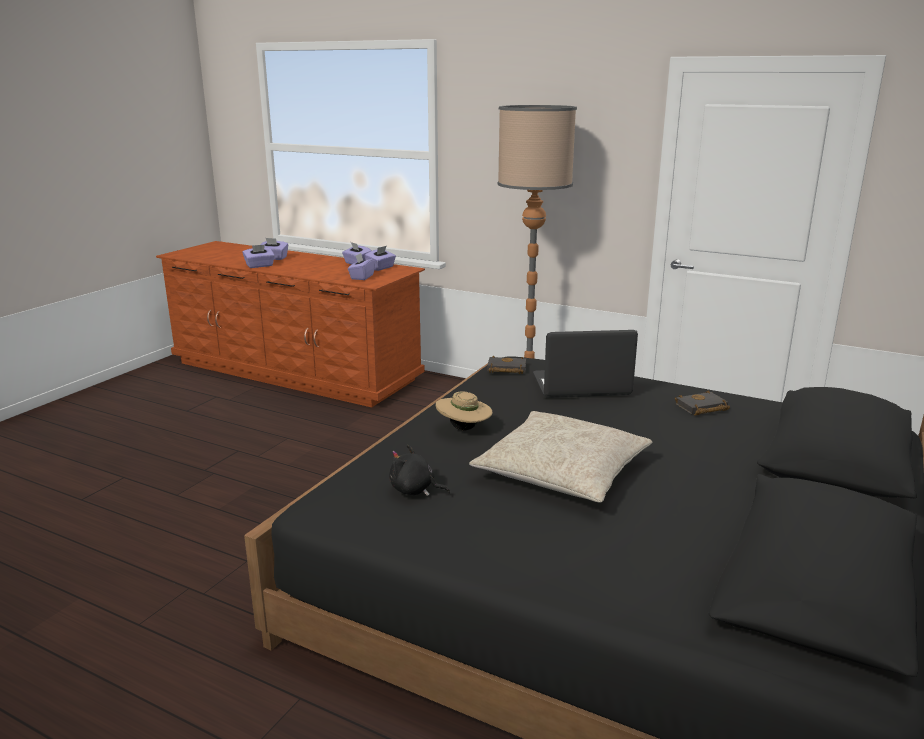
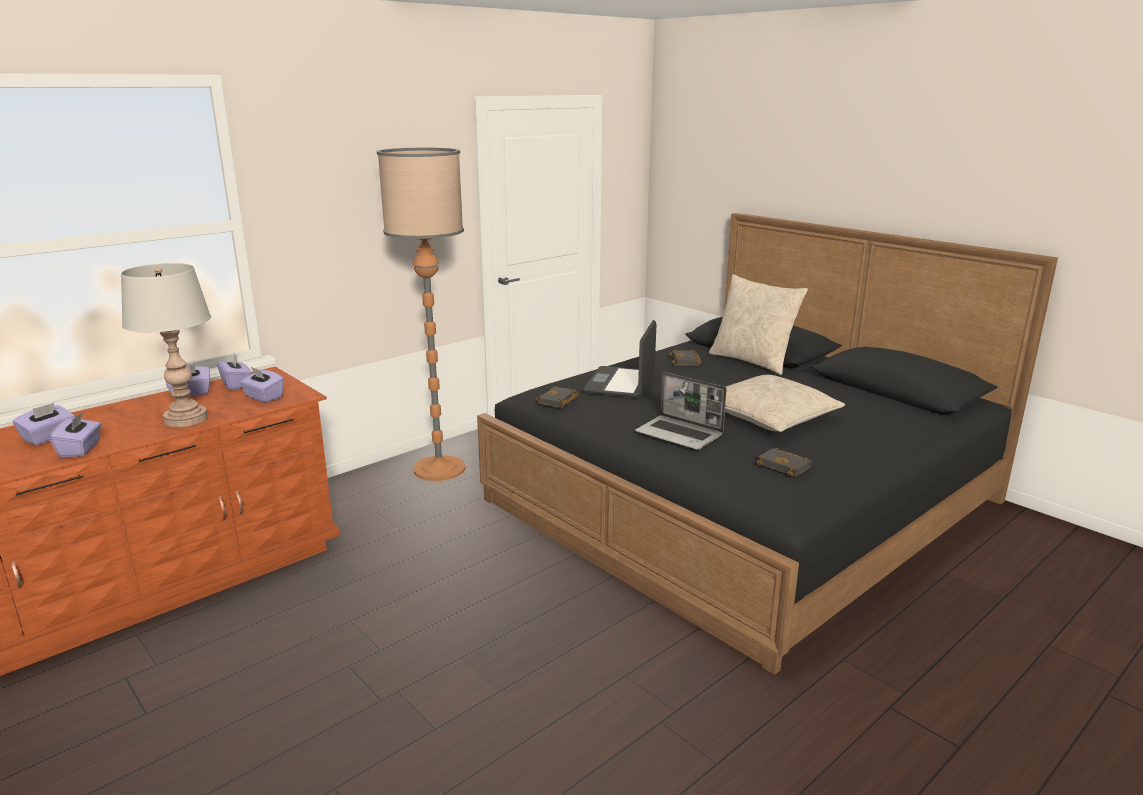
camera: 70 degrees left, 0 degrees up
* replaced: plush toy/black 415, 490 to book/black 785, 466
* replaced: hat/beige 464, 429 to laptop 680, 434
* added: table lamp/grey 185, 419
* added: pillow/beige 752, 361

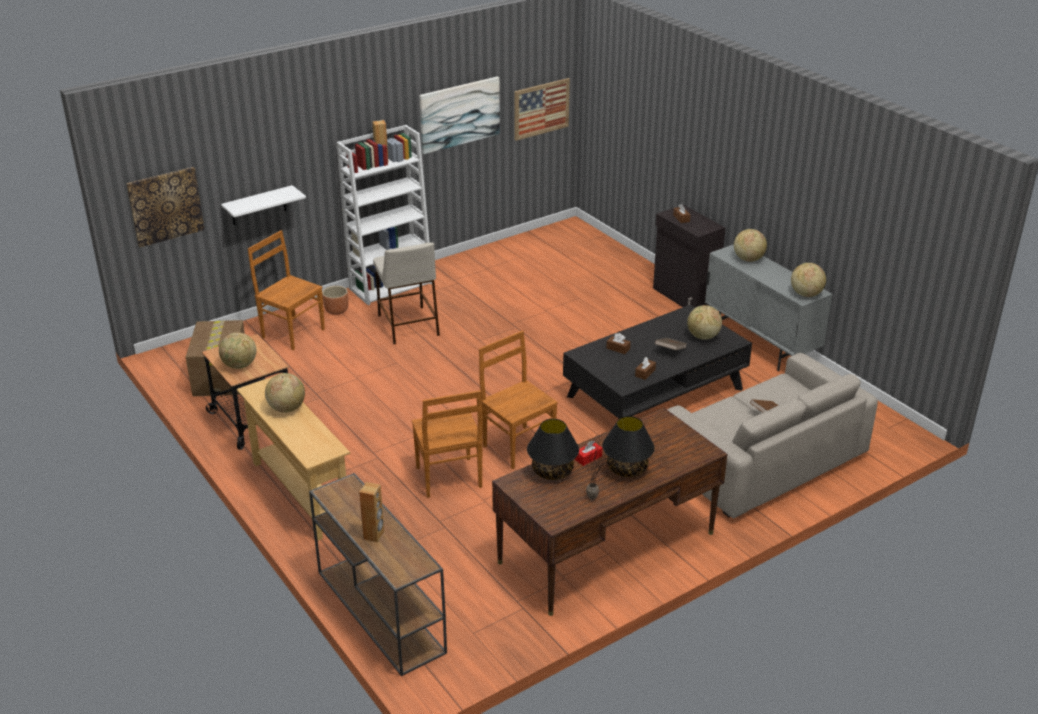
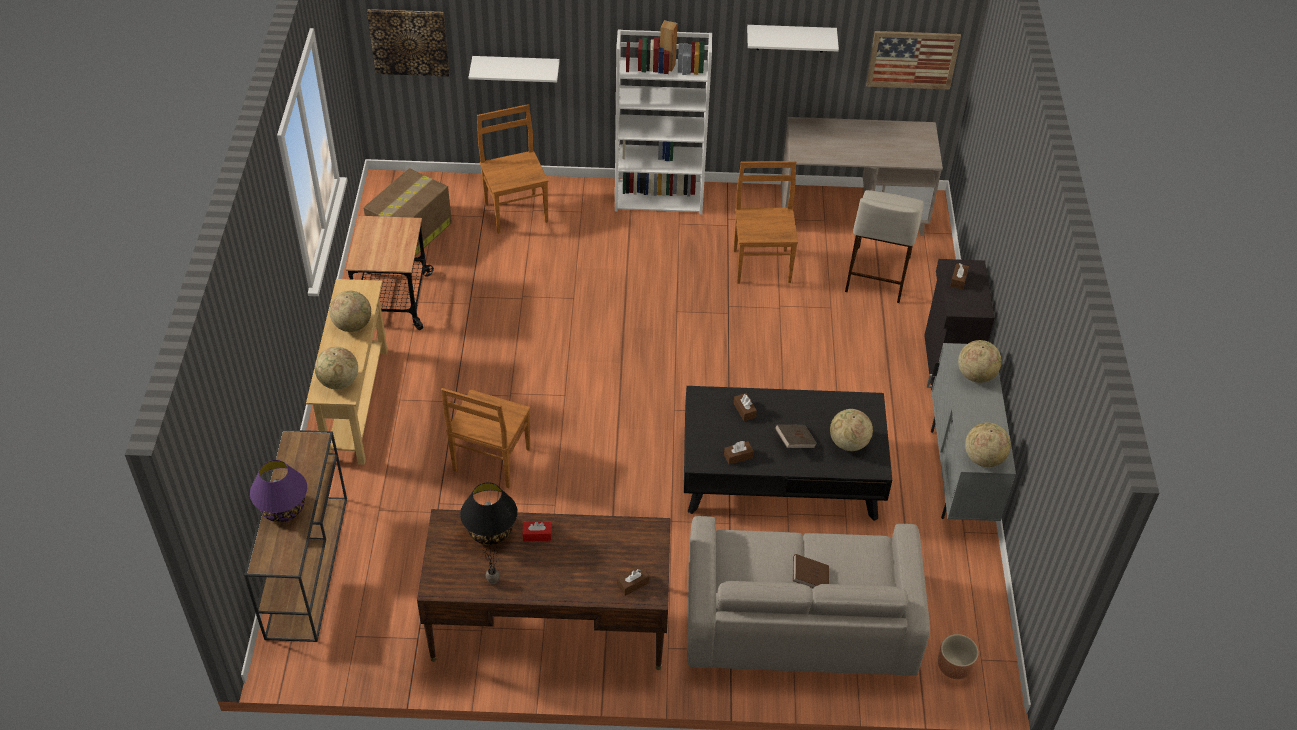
camera: 35 degrees right, 15 degrees up
* moved: globe 240, 366 to 339, 382
* moved: planter/brown 336, 311 to 953, 667
* replaced: speaker/brown 374, 535 to table lamp/purple 283, 508
* moved: stool/beige 407, 325 to 877, 273
* replaced: picture 459, 114 to shelf/white 790, 38
* moved: chair/brown 517, 446 to 761, 265
* removed: table lamp/black 627, 469
* added: tissue box/brown 633, 584
* added: desk/beige 853, 210

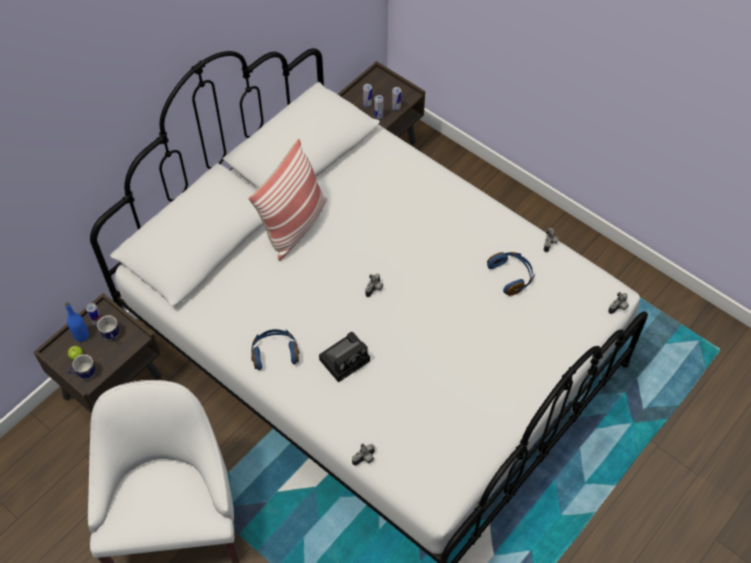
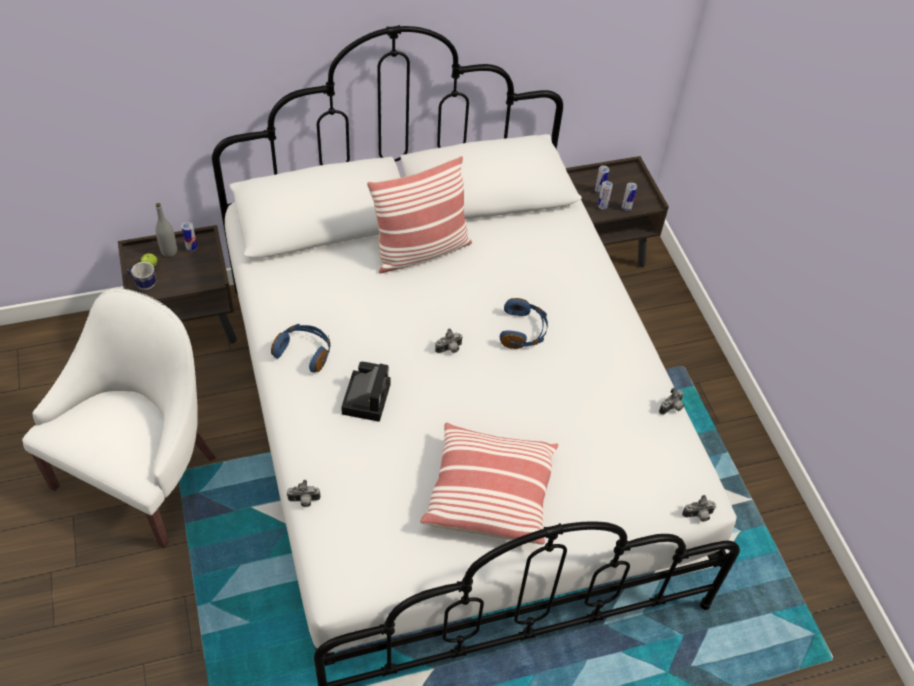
camera: 30 degrees right, 5 degrees down
* recoloured: bottle/blue 81, 336 to bottle/grey 169, 251
* removed: mug 112, 336
* turned: photo camera 346, 359 = 366, 397 75 degrees counterclockwise
* moved: headphones/blue 511, 276 to 523, 331
* added: pillow 489, 493

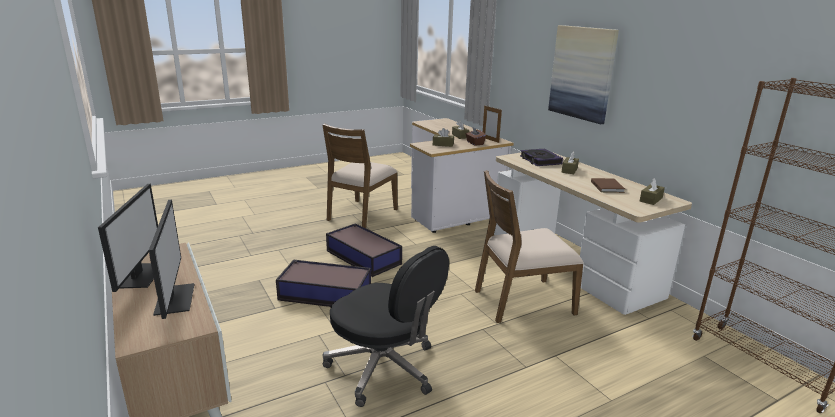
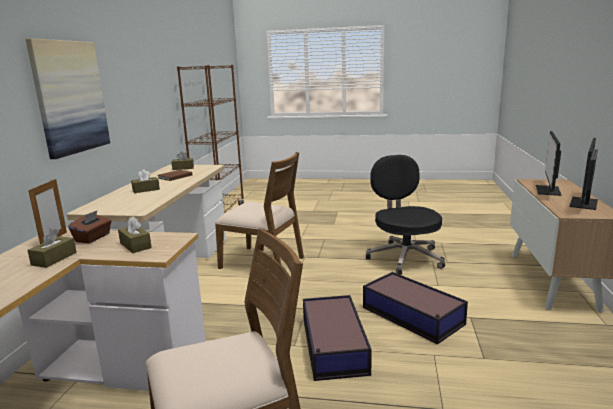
camera: 140 degrees left, 5 degrees down
* removed: book 540, 160

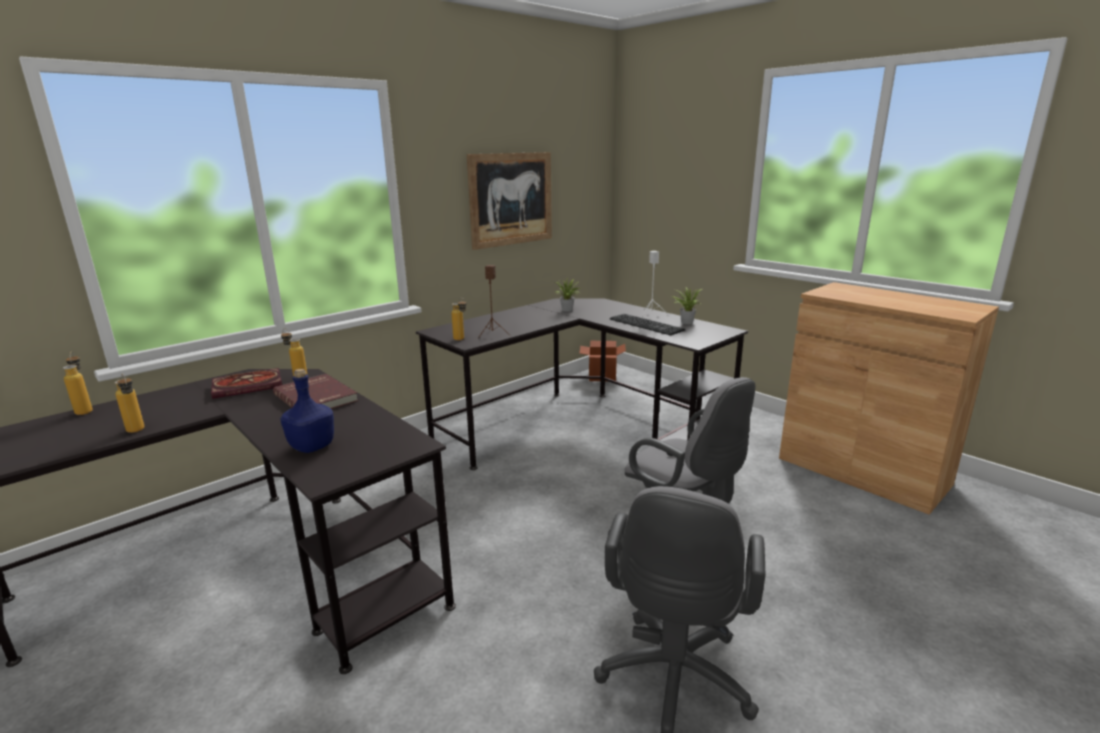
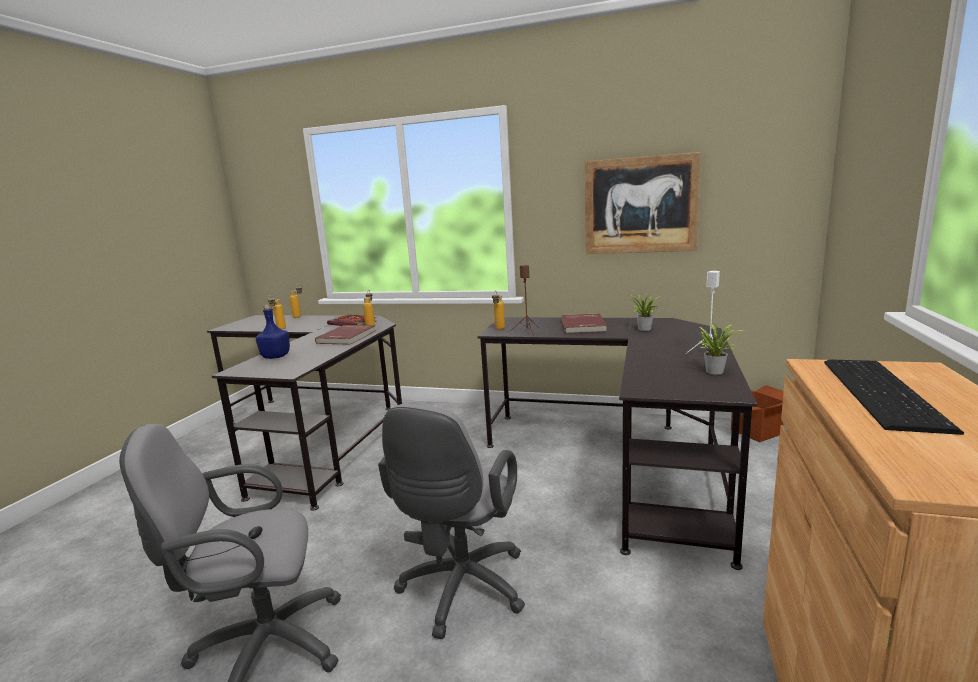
camera: 60 degrees right, 5 degrees down
* moved: keyboard 646, 324 to 884, 392
* added: book/red 584, 326

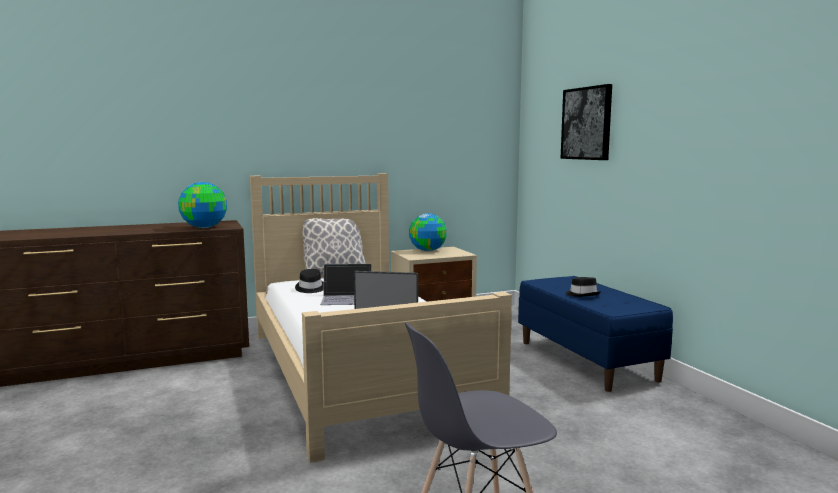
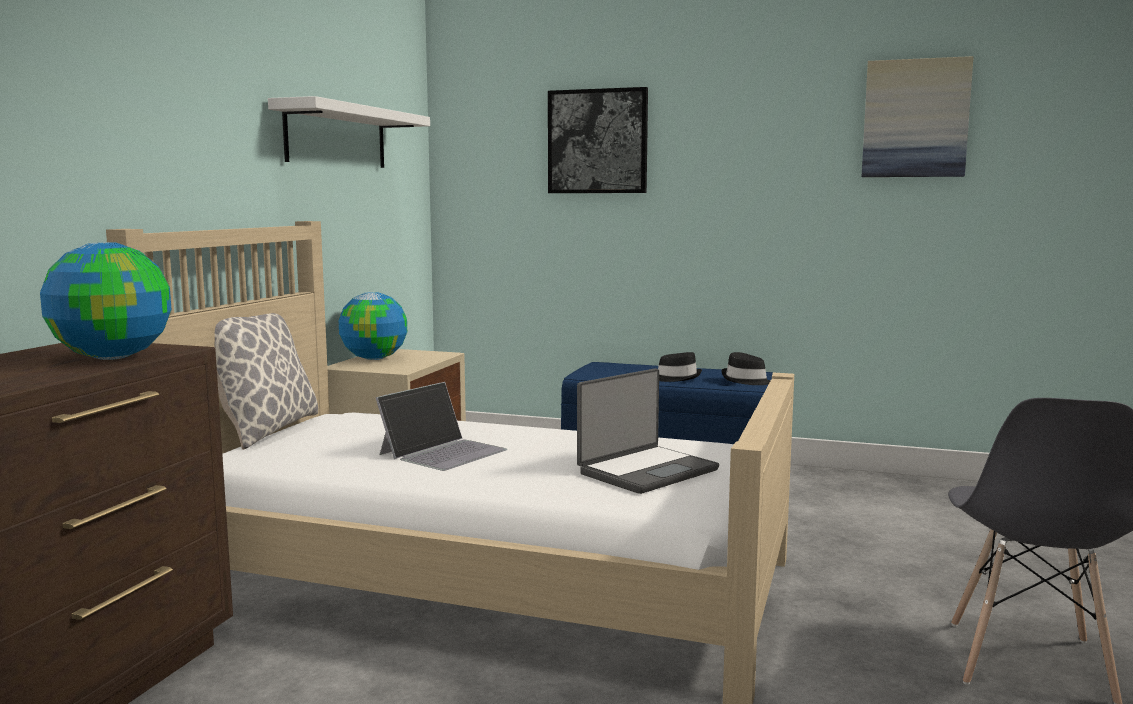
camera: 50 degrees left, 0 degrees up
* moved: hat/black 310, 288 to 746, 380
* added: shelf/white 337, 137
* added: picture 915, 119

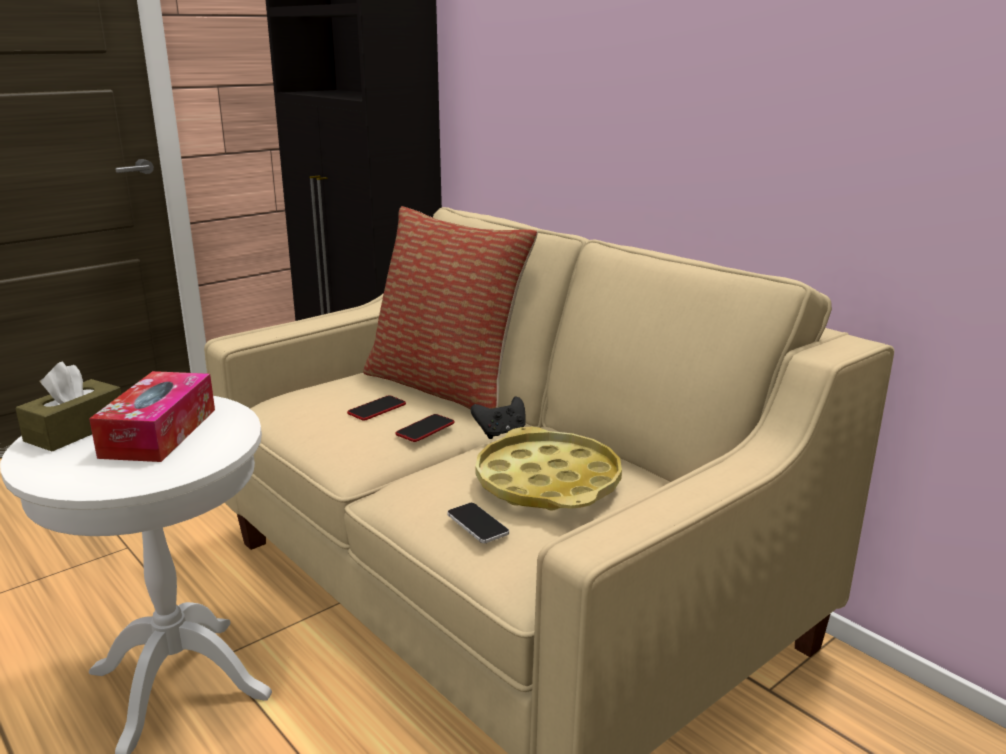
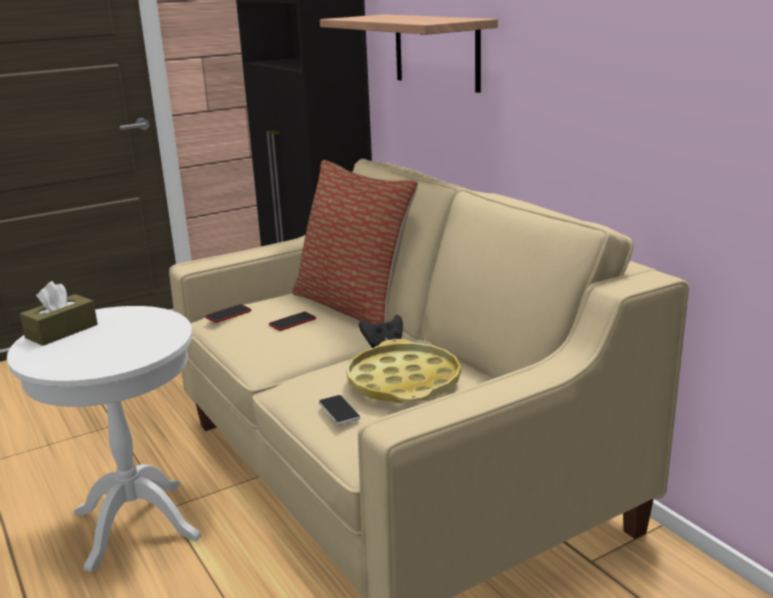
camera: 10 degrees right, 0 degrees up
* removed: tissue box 159, 432
* moved: phone 425, 429 to 228, 314
* added: shelf 436, 51

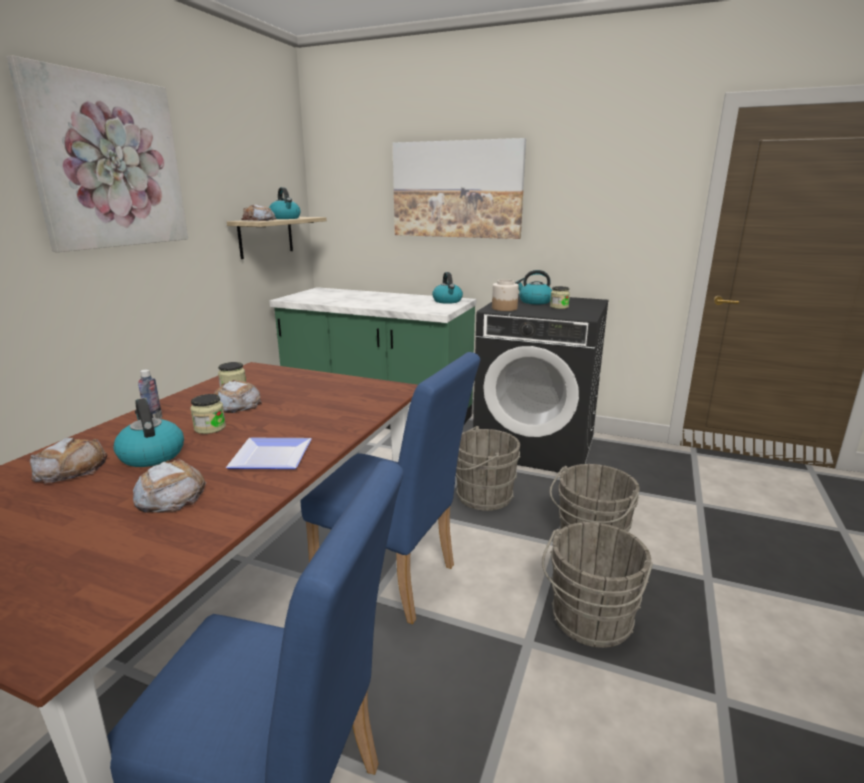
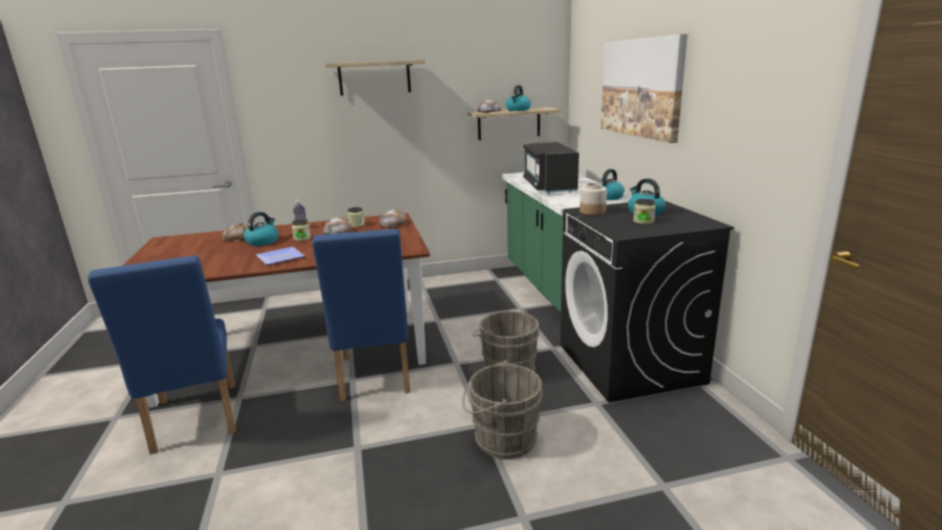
camera: 55 degrees right, 0 degrees up
* replaced: picture 109, 163 to shelf 374, 78
* moved: bread 170, 495 to 393, 223
* removed: bucket/grey 589, 622
* added: microwave/black 549, 186

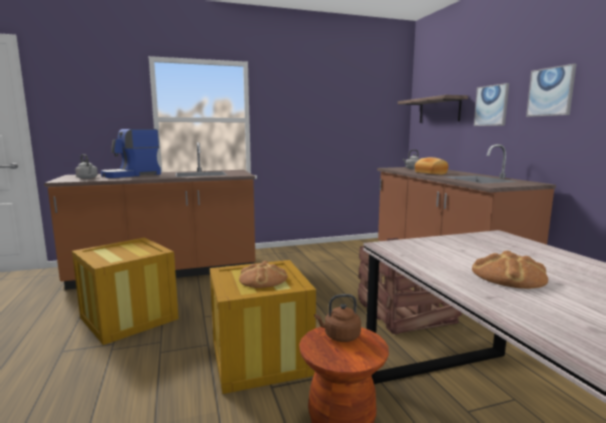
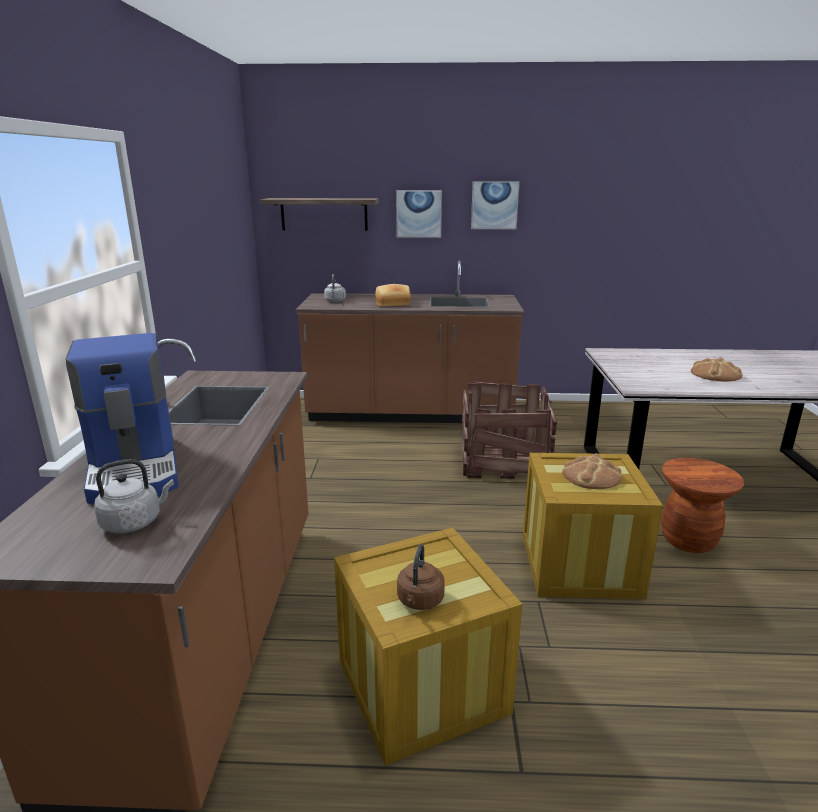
camera: 70 degrees left, 10 degrees up
* moved: kettle/brown 340, 336 to 419, 601

